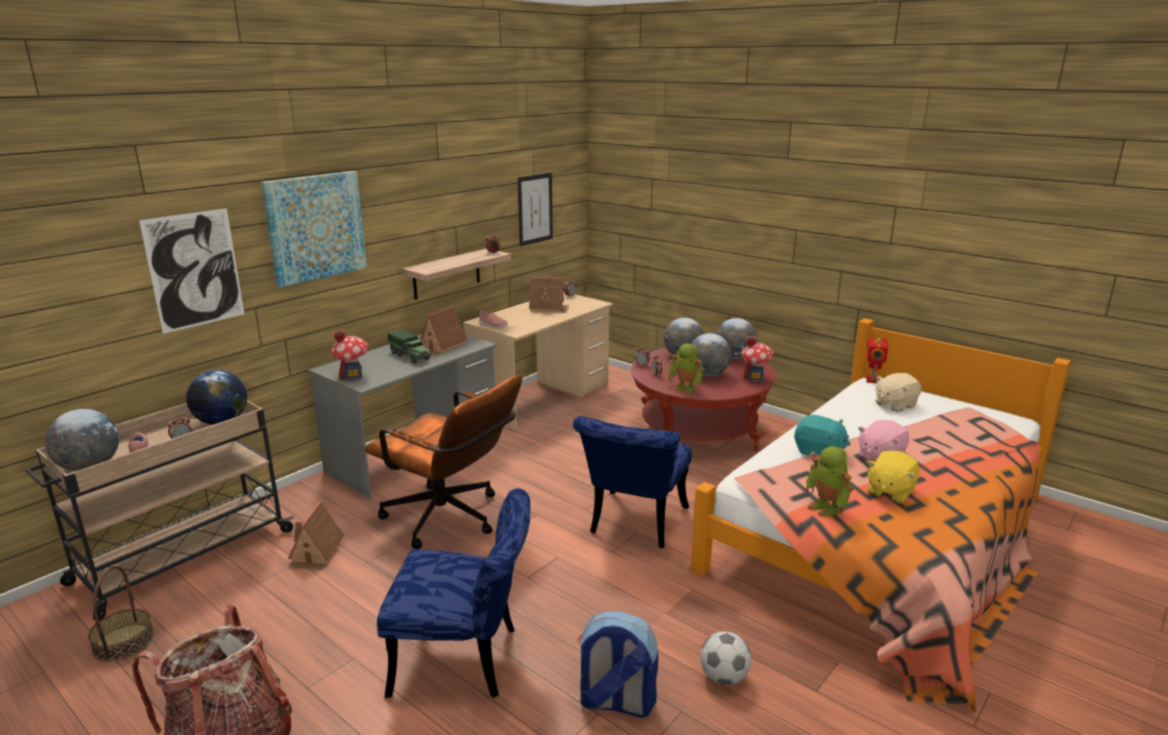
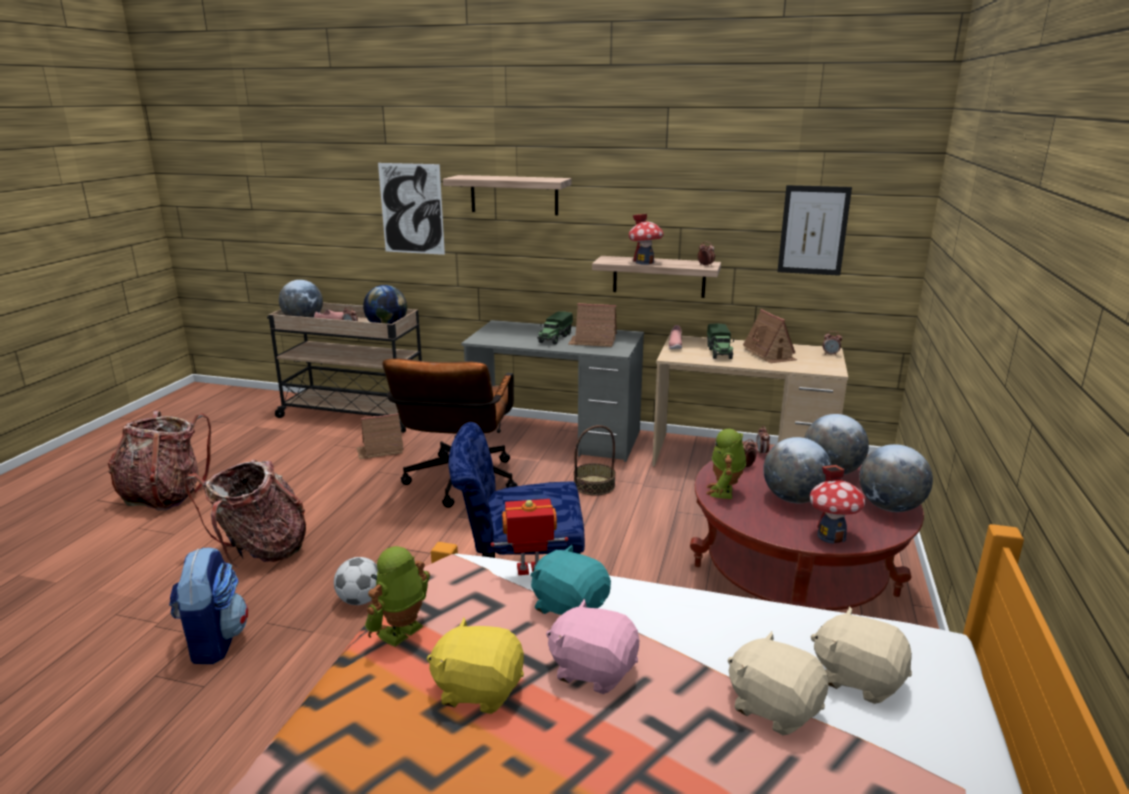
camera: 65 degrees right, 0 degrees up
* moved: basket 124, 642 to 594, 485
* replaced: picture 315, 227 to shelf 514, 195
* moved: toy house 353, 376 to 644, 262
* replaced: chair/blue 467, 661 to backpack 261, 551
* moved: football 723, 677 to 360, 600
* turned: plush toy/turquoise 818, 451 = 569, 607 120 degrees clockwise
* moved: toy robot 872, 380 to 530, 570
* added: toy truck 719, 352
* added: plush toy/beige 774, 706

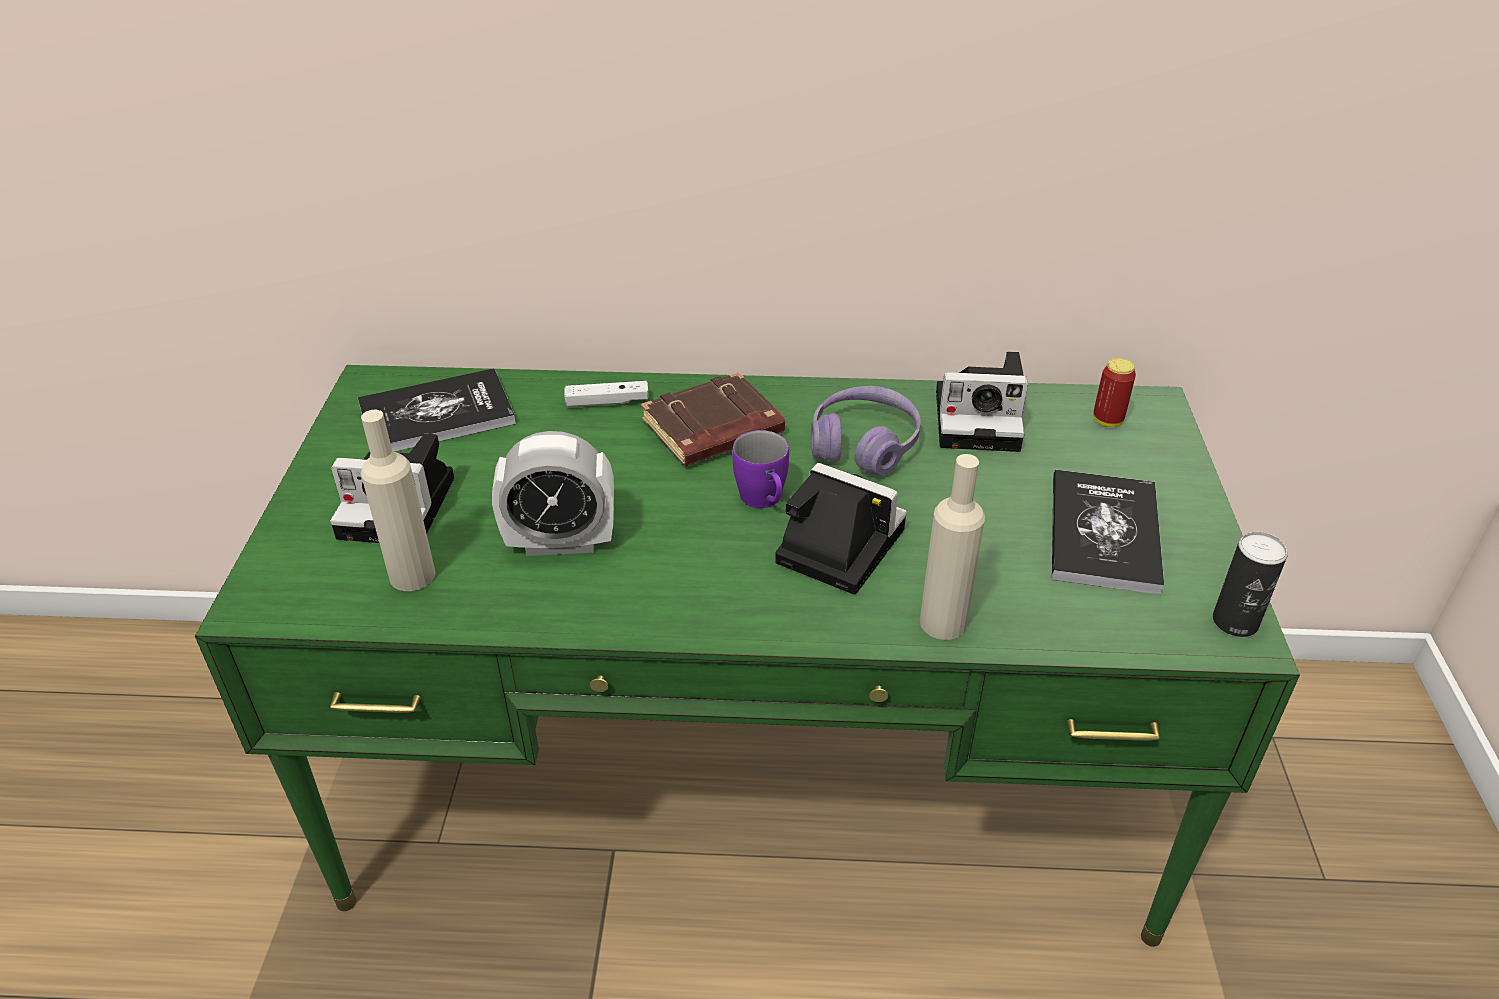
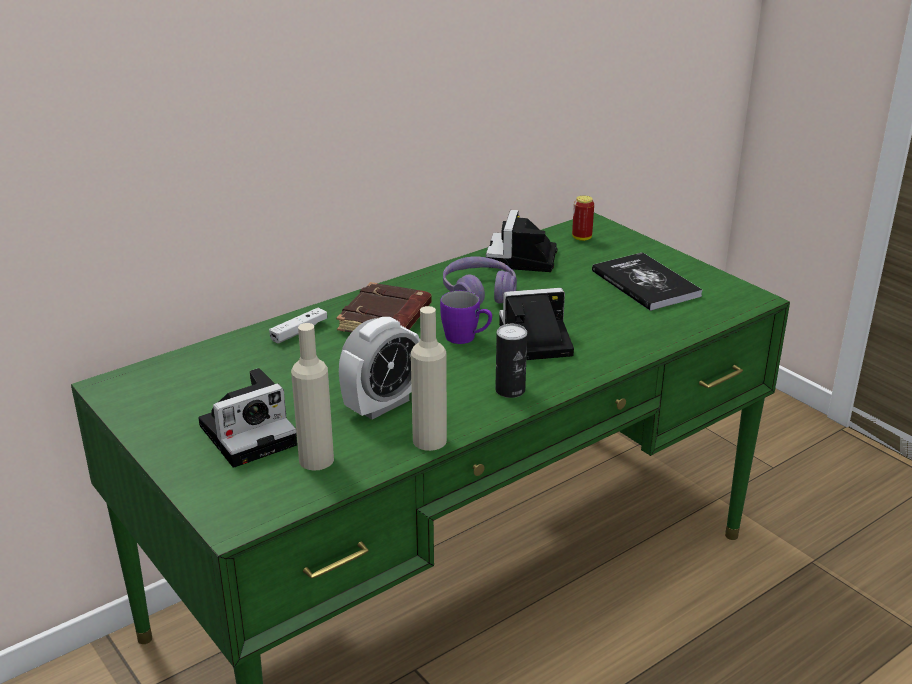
camera: 40 degrees left, 10 degrees down
* removed: book 437, 414
* moved: bottle/beige 943, 622 to 429, 440
* turned: photo camera 981, 419 = 522, 260 135 degrees clockwise
* moved: can 1235, 622 to 510, 390

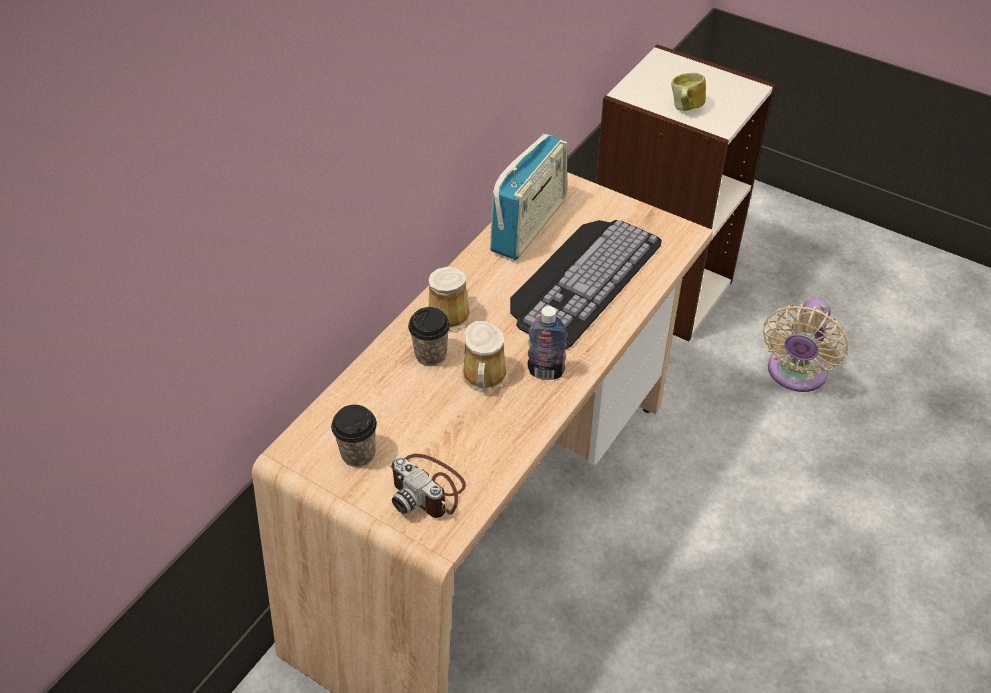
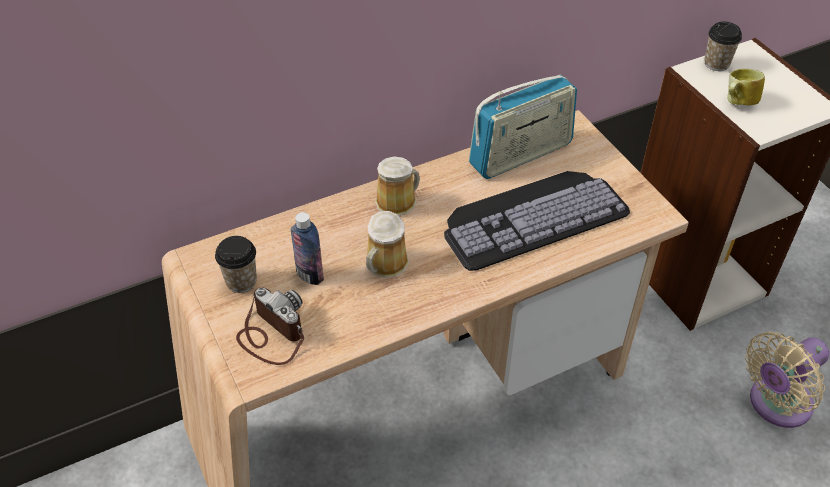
camera: 30 degrees right, 0 degrees up
* turned: photo camera 428, 488 = 271, 334 150 degrees clockwise
* moved: cup 431, 355 to 716, 64
* moved: bottle 546, 372 to 310, 275

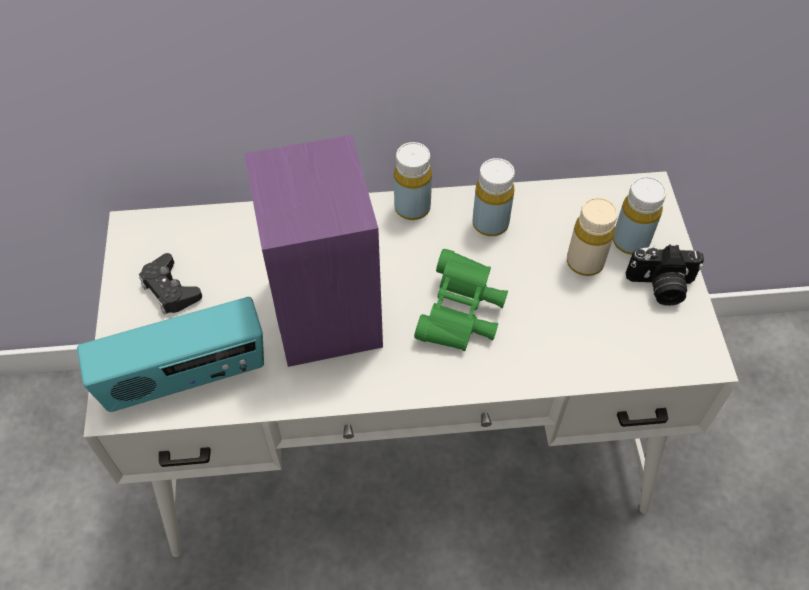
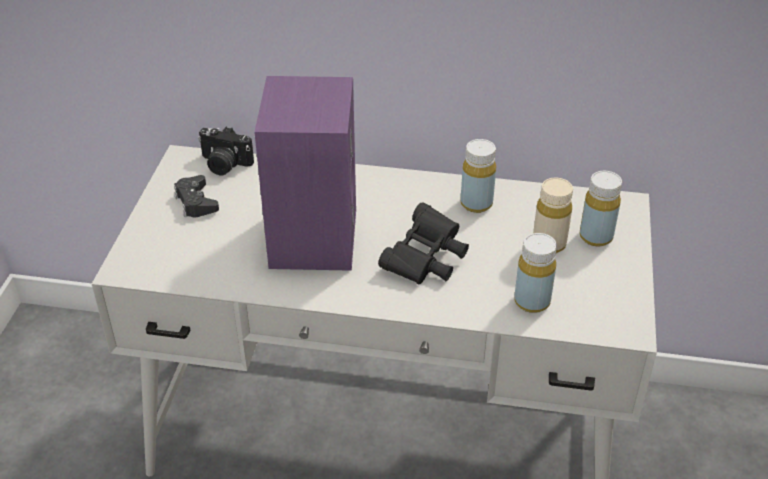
camera: 15 degrees right, 15 degrees down
* removed: radio 186, 378
* moved: bottle/yellow 412, 208 to 532, 301
* recoloured: binoculars/green 460, 315 to binoculars/black 426, 260
* moved: photo camera 660, 286 to 224, 165

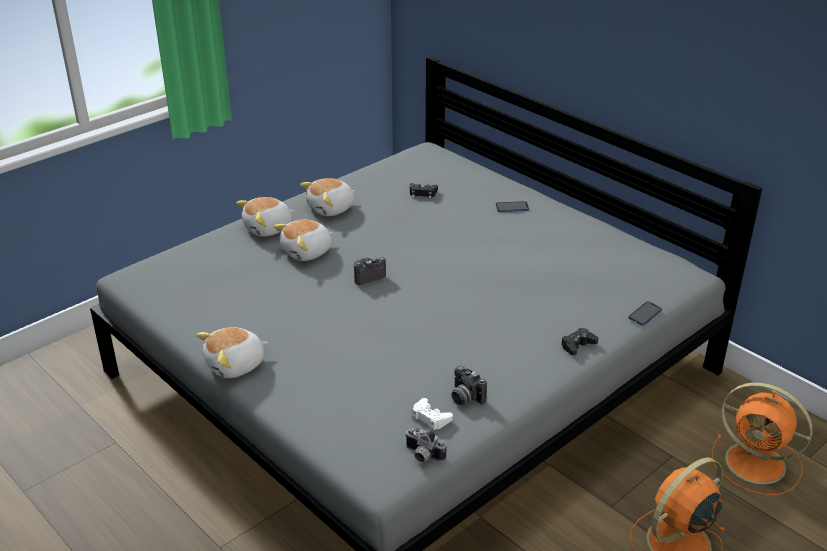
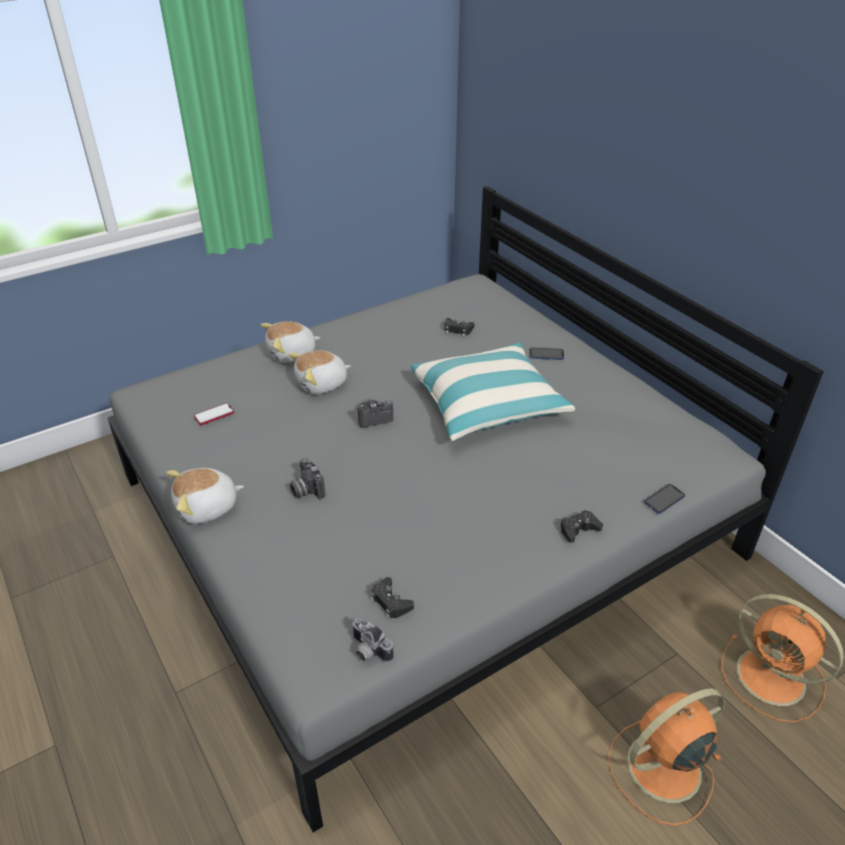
camera: 10 degrees right, 5 degrees up
* removed: plush toy 331, 209
* recoloured: game controller/white 430, 418 to game controller/black 390, 602
* moved: photo camera 464, 398 to 306, 490
* added: phone 214, 415
* added: pillow 487, 404

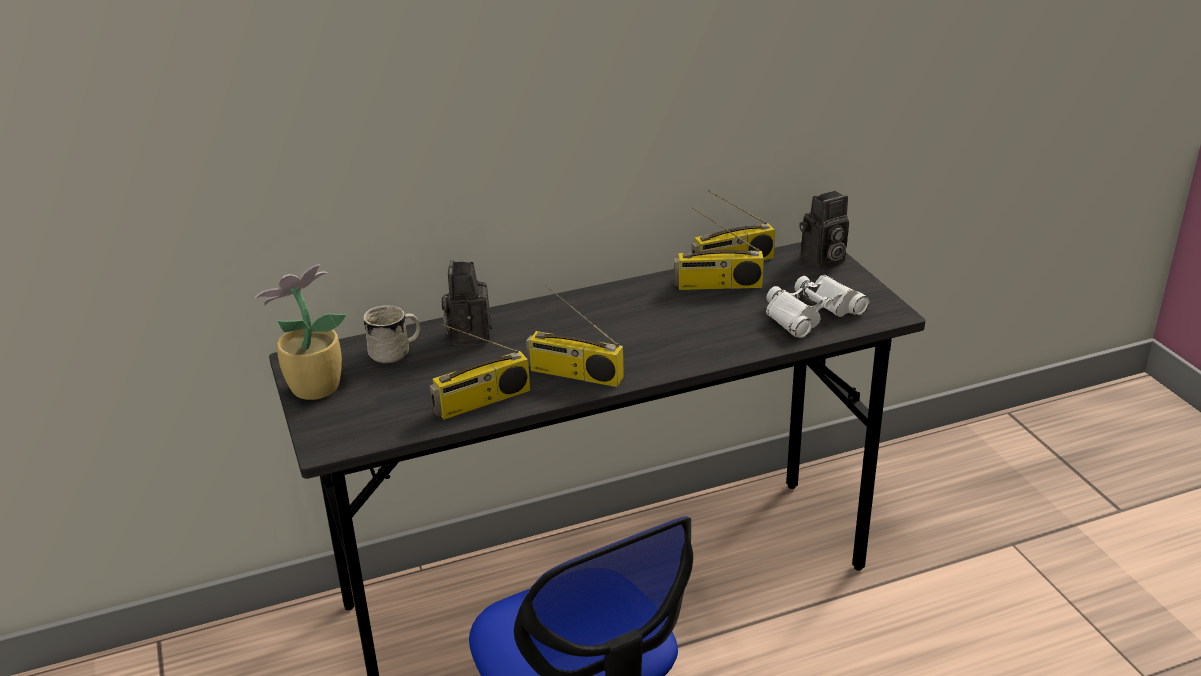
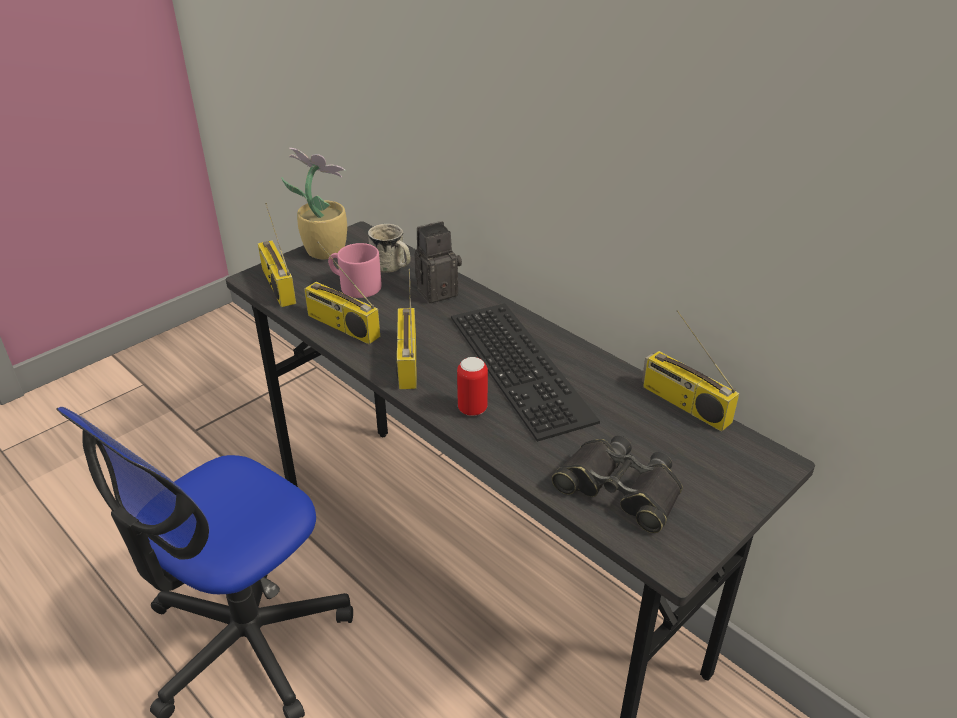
camera: 65 degrees right, 5 degrees up
* moved: radio 717, 285 to 277, 285
* recoloured: binoculars/white 812, 314 to binoculars/black 620, 489
* removed: photo camera 822, 260
* added: mug/pink 354, 286
* added: keyboard 524, 366
* added: can 472, 409

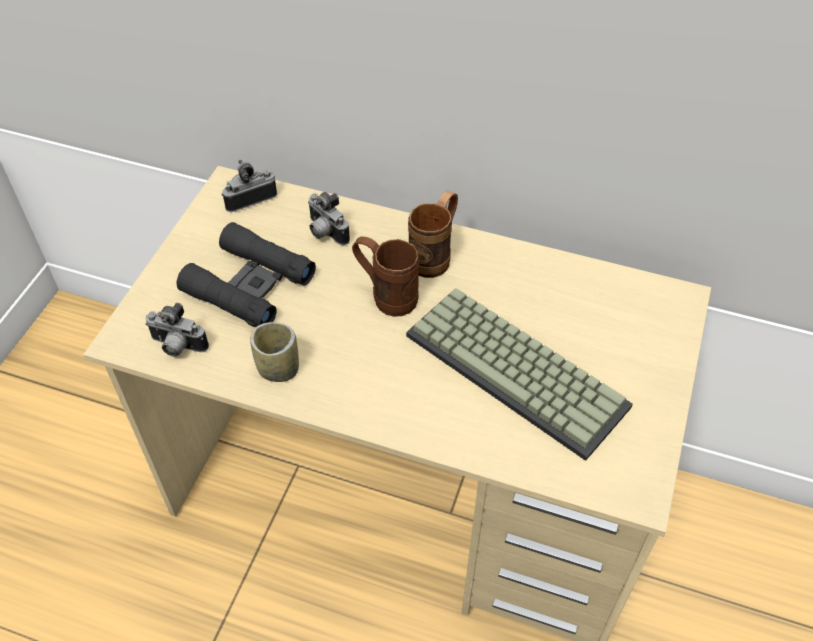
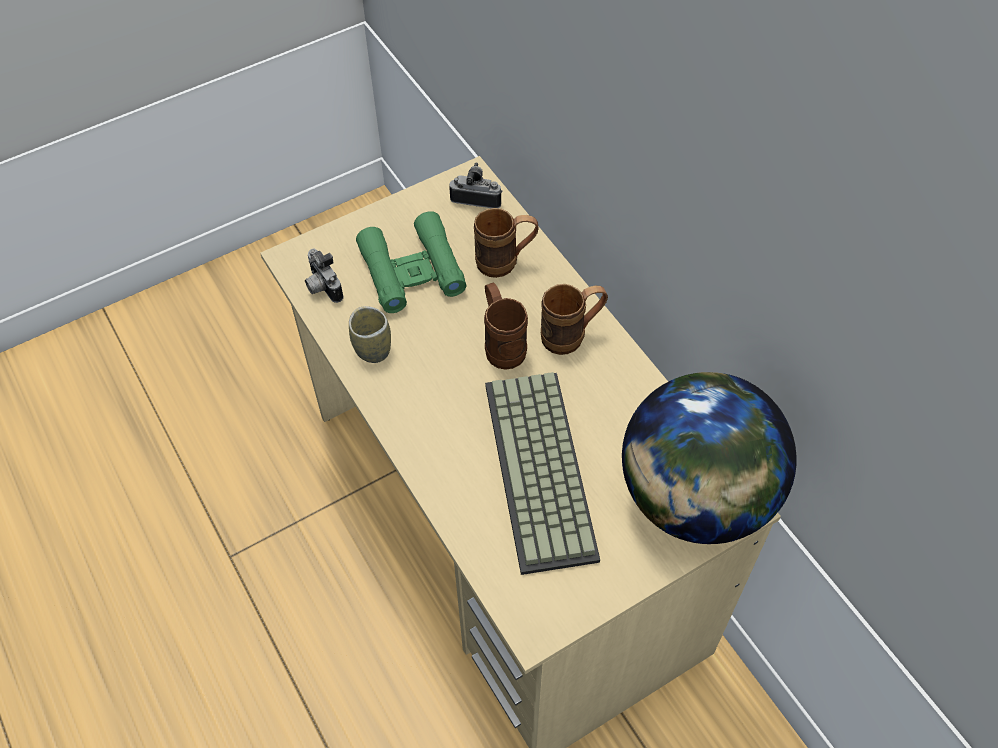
camera: 40 degrees right, 5 degrees up
* recoloured: binoculars/black 249, 285 to binoculars/green 412, 270
* replaced: photo camera 325, 233 to mug/brown 506, 262
* added: globe 695, 498

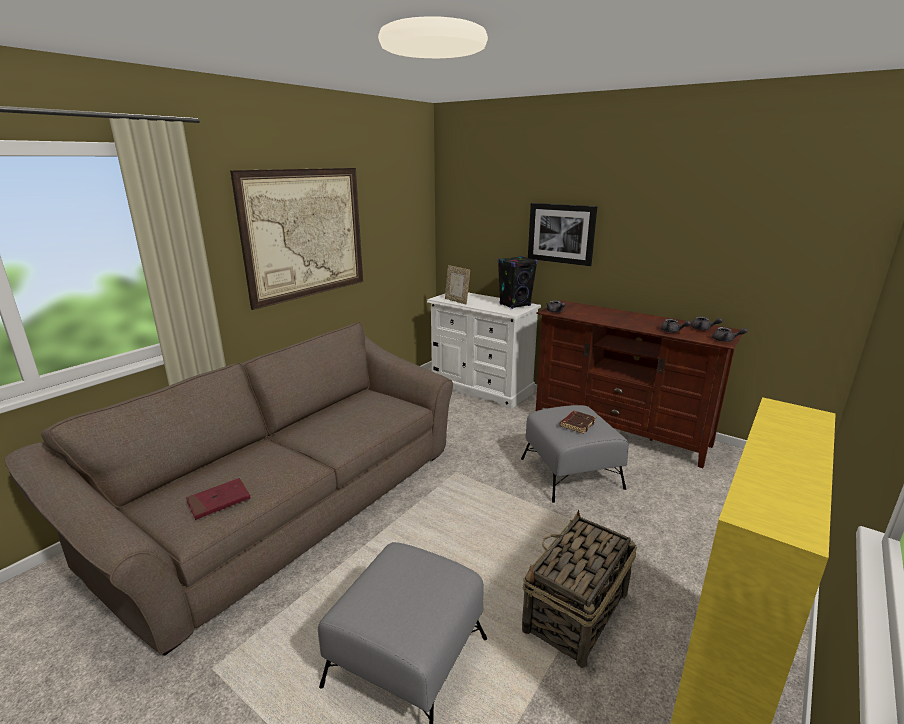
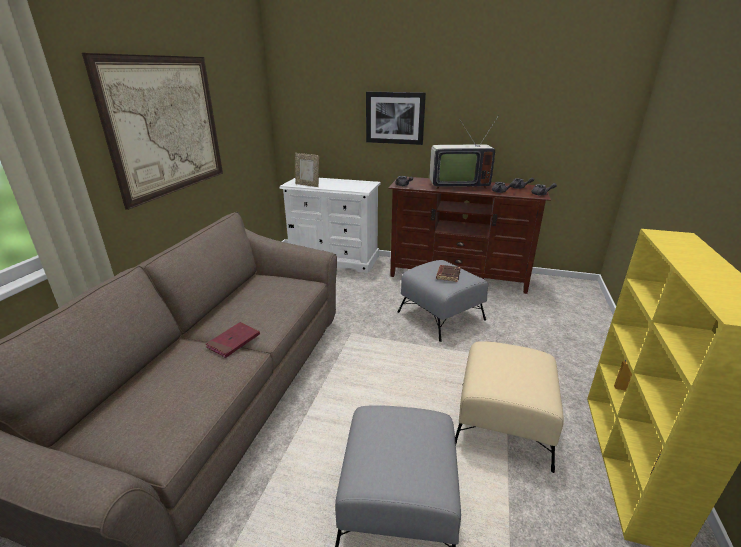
camera: 20 degrees left, 5 degrees up
* moved: book/red 219, 501 to 233, 341
* removed: speaker/black 515, 305
* replaced: basket 575, 613 to ottoman/beige 502, 423
* added: television 457, 185

